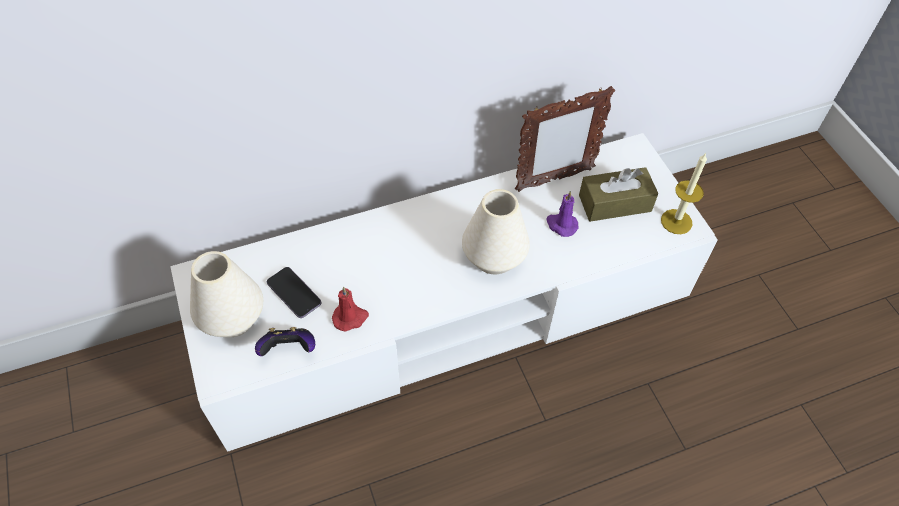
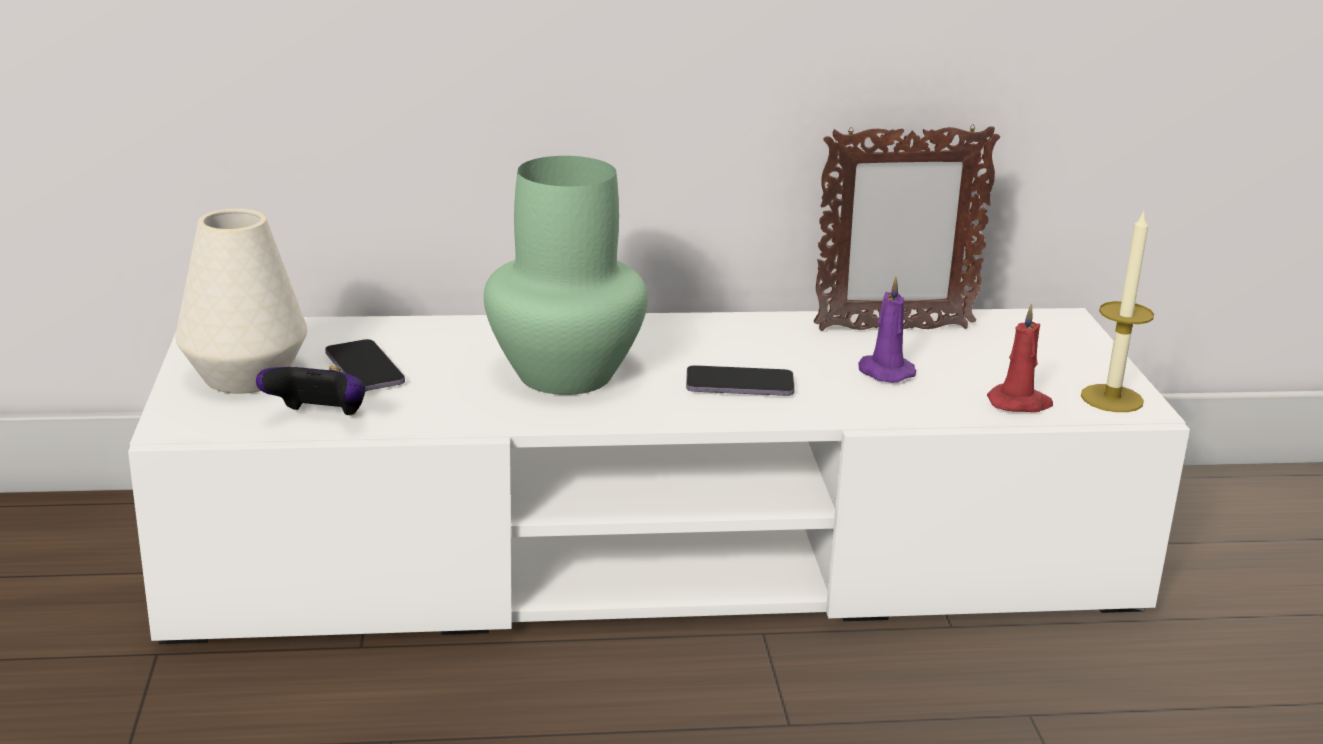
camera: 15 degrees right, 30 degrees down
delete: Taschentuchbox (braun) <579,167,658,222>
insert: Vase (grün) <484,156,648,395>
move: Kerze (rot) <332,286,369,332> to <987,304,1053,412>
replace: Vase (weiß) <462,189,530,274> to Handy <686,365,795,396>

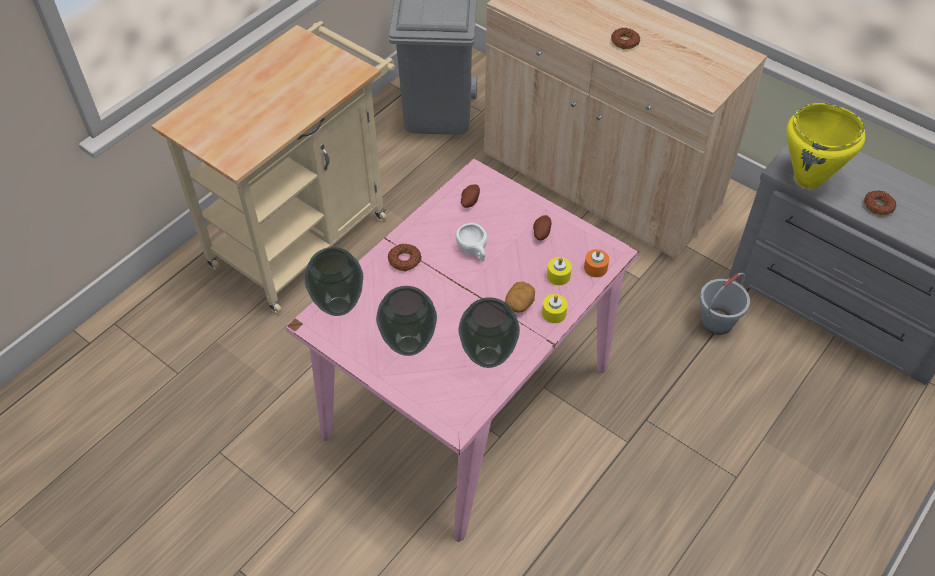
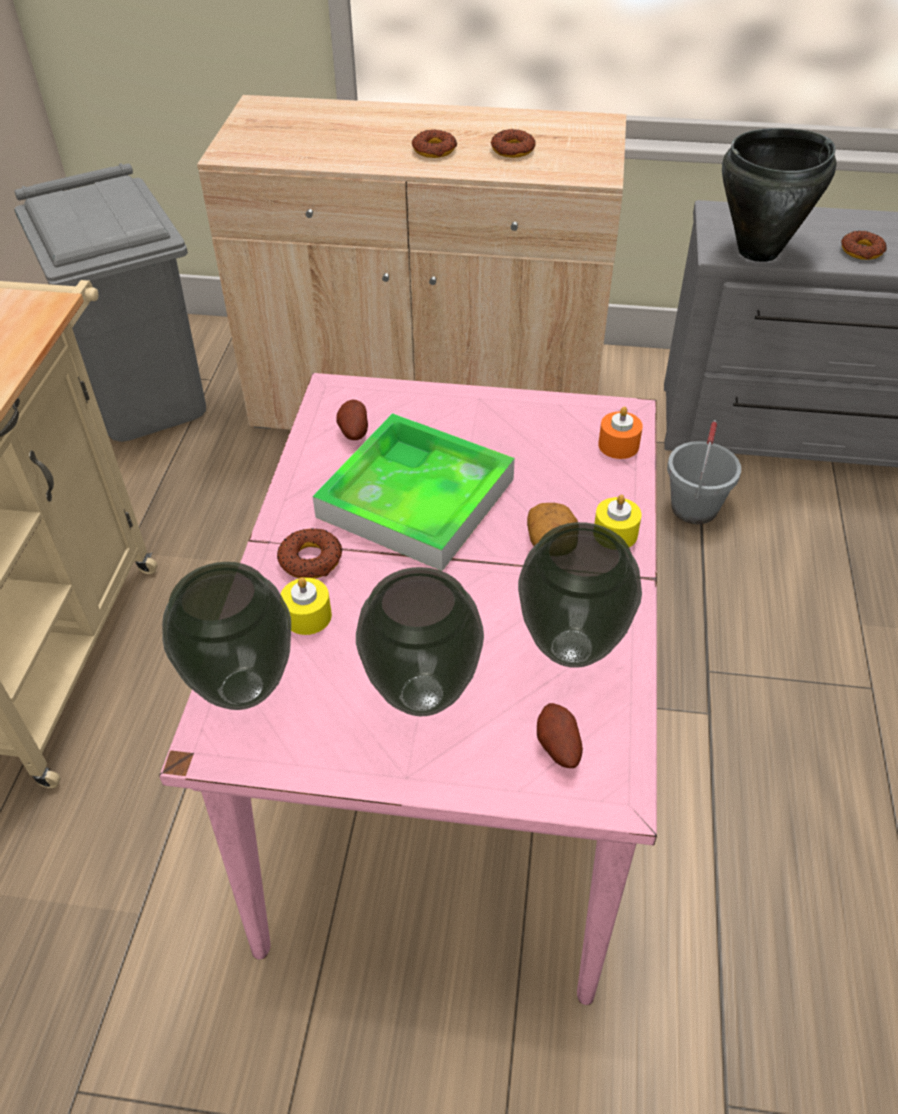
camera: 30 degrees left, 5 degrees down
insert: Donut <490,129,536,158>
move: Kerze (gelb) <547,257,572,285> to <281,577,332,635>; Kartoffel <533,215,552,240> to <537,703,583,768>
replace: Tasse (weiß) <456,223,488,261> to Tablett <312,413,515,571>
recolor: Kochtopf (gelb) <786,103,865,189> to Kochtopf (schwarz) <722,128,836,262>

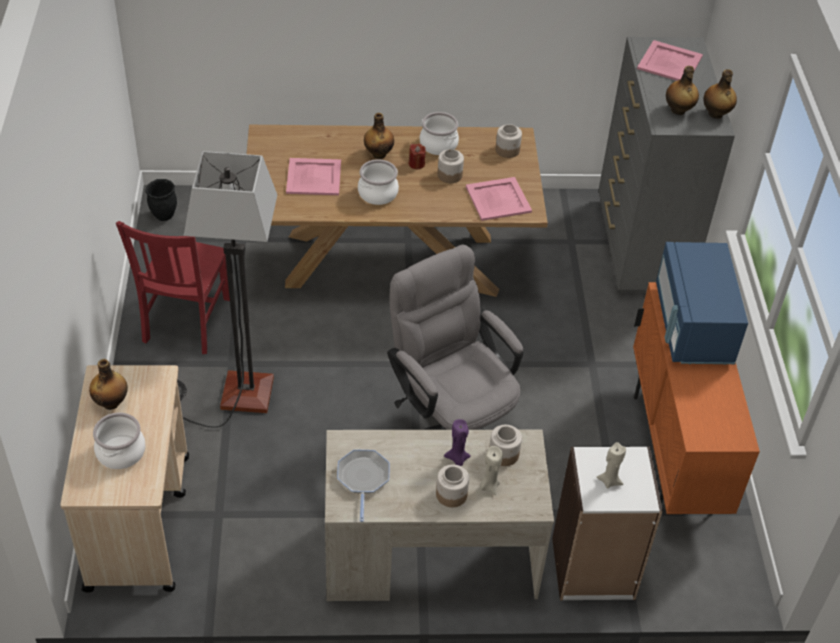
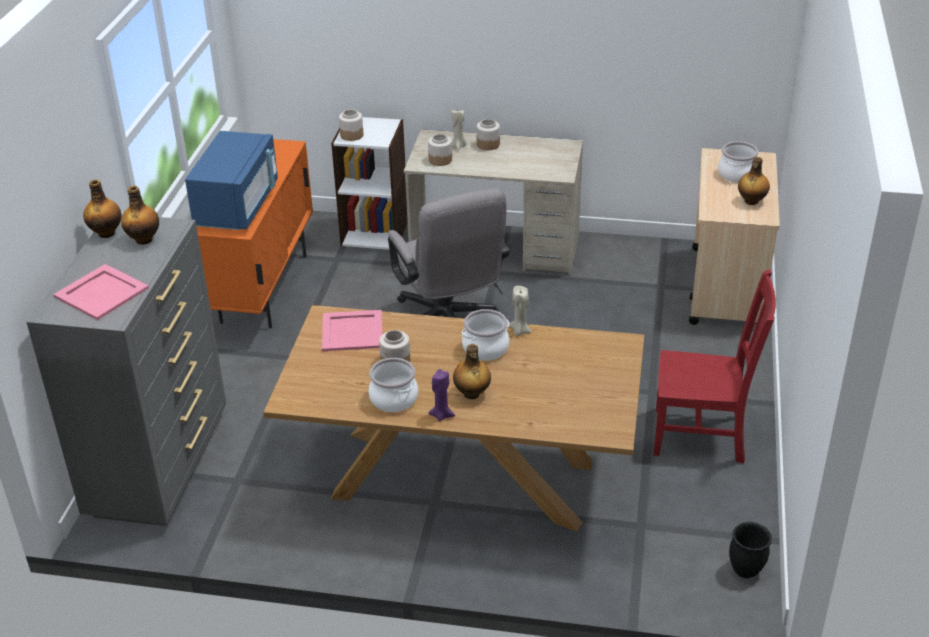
camera: 165 degrees left, 10 degrees down
delete: Stehlampe <177,151,277,428>; Tablett (rosa) <286,158,341,195>; Pfanne <337,450,390,522>; Kerze (rot) <409,143,426,169>
move: Vorratsglas <496,124,522,158> to <339,109,363,141>; Kerze (lila) <444,419,471,466> to <428,369,455,422>; Kerze (beige) <596,442,626,489> to <509,286,532,336>
rotate: Stuhl (rot) <116,221,230,354> = <654,270,776,464> 75 degrees clockwise

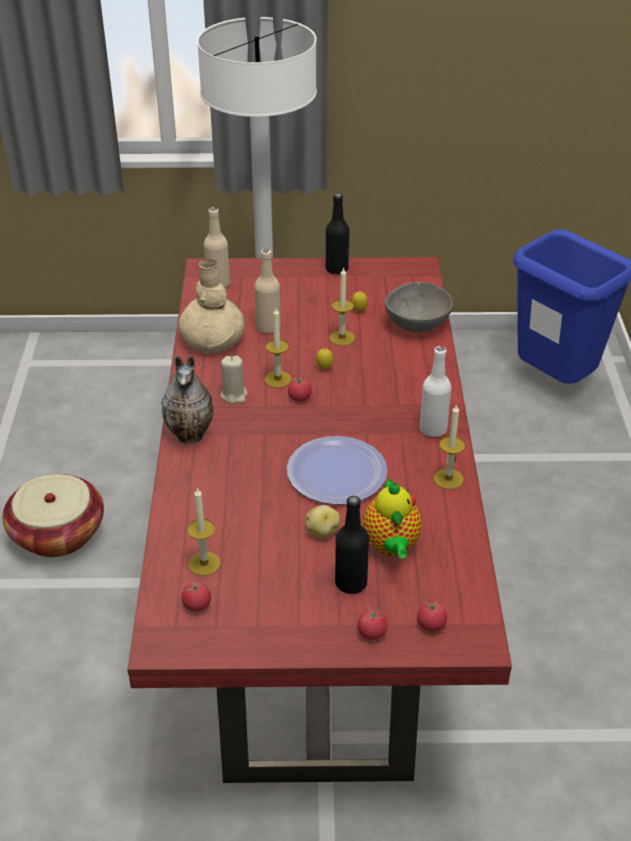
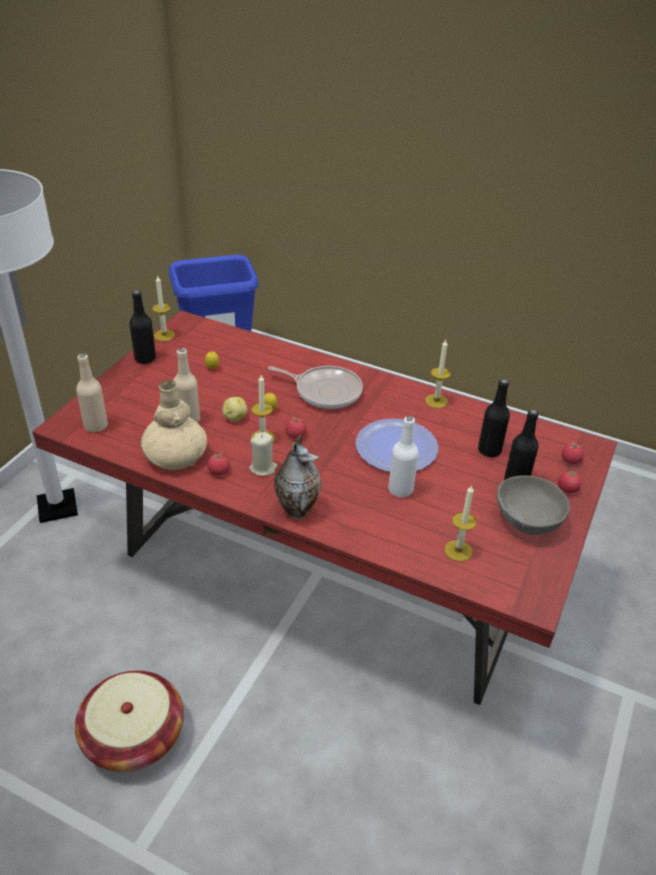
camera: 65 degrees left, 0 degrees up
insert: Pfanne <268,366,363,409>
move: Kerze <329,267,355,346> to <152,276,175,341>; Tomate <181,581,211,612> to <207,451,230,475>; Kartoffel <305,505,340,537> to <223,397,247,422>; Flasche (weiß) <420,346,451,437> to <388,416,419,498>; Schüssel (grau) <384,282,453,332> to <497,475,570,535>
replace: Teekanne <363,477,422,558> to Flasche (schwarz) <478,379,510,457>

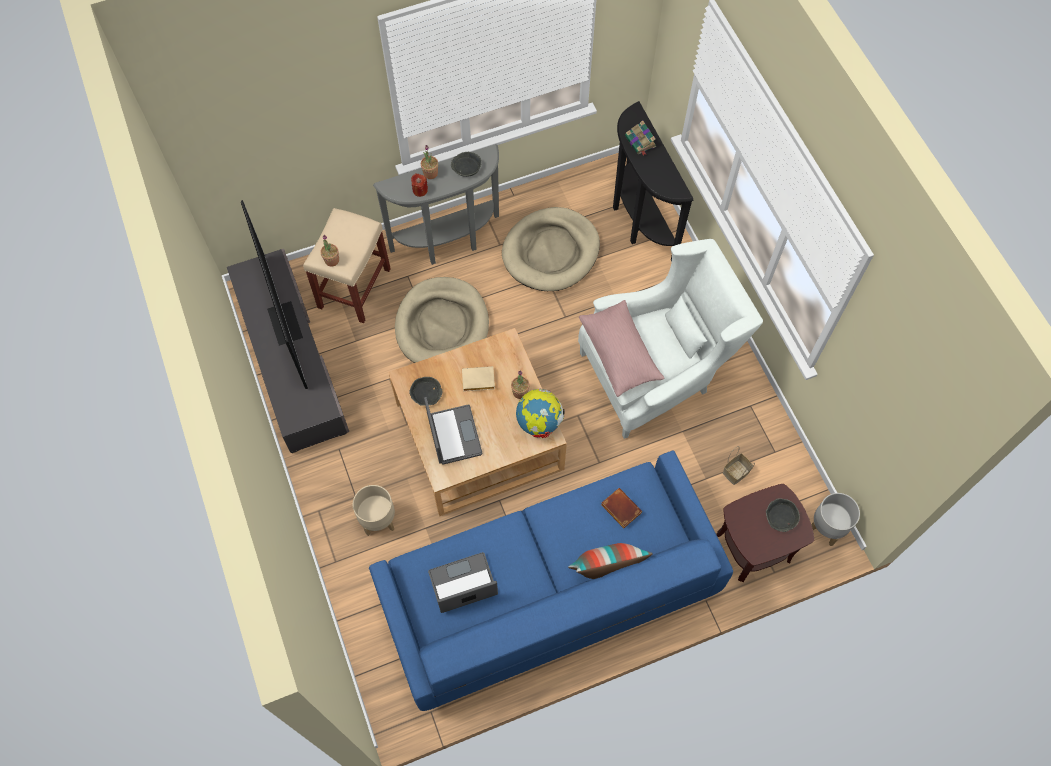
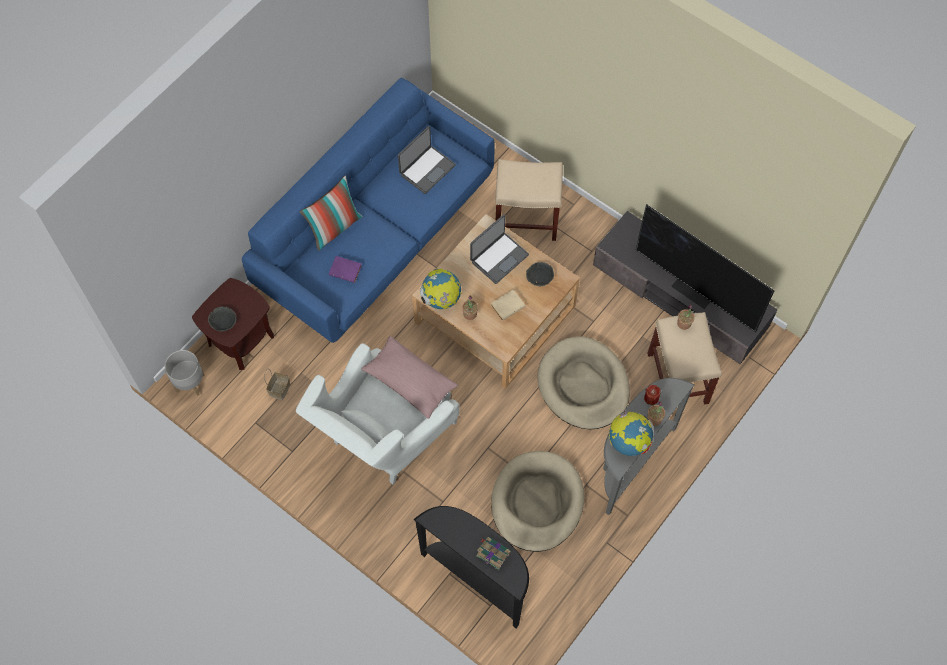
camera: 150 degrees right, 0 degrees up
replace: Pflanzkübel (beige) <353,485,395,536> to Hocker (beige) <495,159,563,241>; Schüssel (grau) <451,152,481,177> to Globus <609,411,653,456>
recolor: Buch (braun) <601,488,642,528> to Buch (lila) <329,256,362,283>
rotate: Laptop <424,397,482,465> = <470,214,529,284> 90 degrees counterclockwise

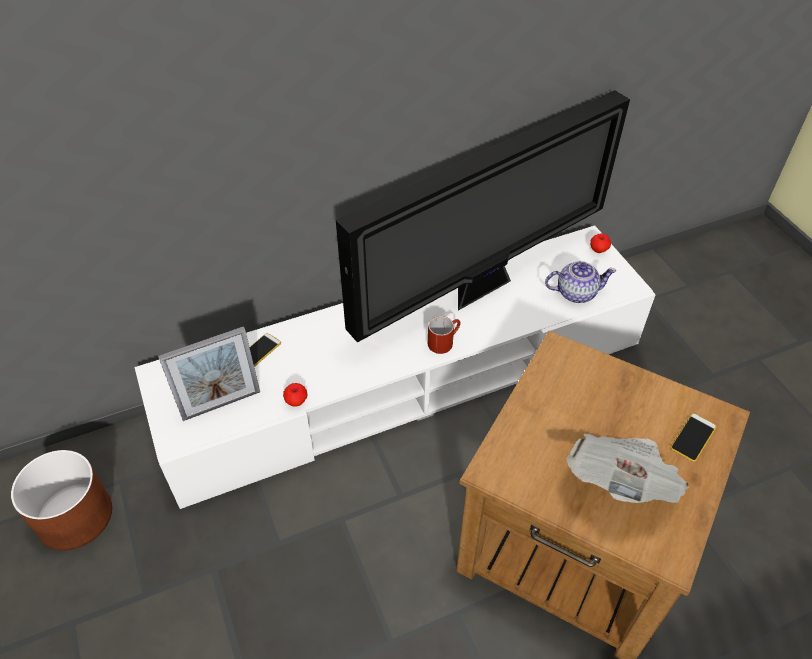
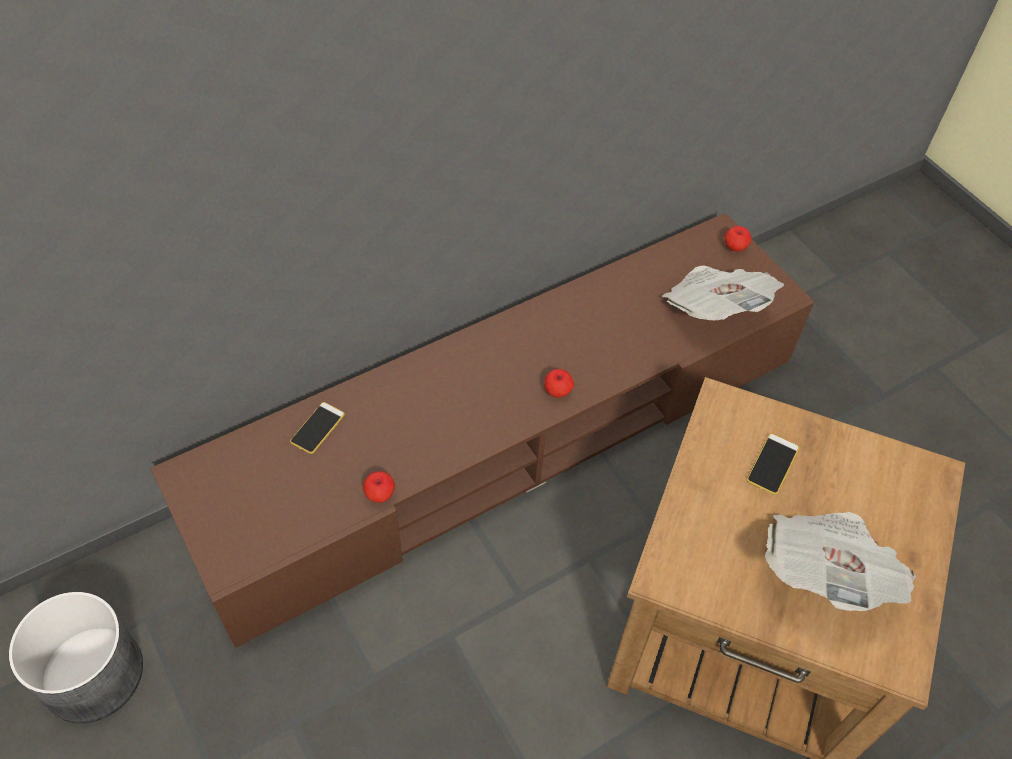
camera: 10 degrees left, 5 degrees up
delete: Bilderrahmen <158,326,260,421>; Fernseher <336,90,630,343>
move: Handy <670,413,716,462> to <746,434,799,495>
replace: Henkelbecher (rot) <428,316,461,354> to Apfel <544,369,574,398>; Teekanne <545,261,616,303> to Zeitung <662,265,784,320>
recolor: Pflanzkübel (braun) <11,450,112,550> to Pflanzkübel (grau) <9,592,143,723>; Fernsehschrank (weiß) <134,226,656,509> to Fernsehschrank (braun) <150,213,814,648>

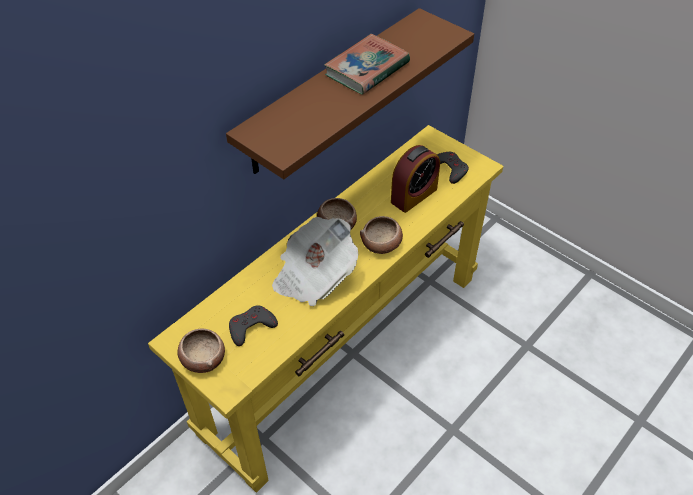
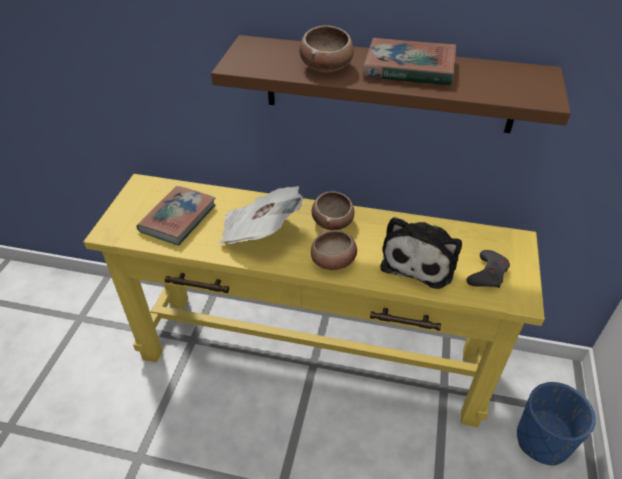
camera: 60 degrees right, 5 degrees down
insert: Pflanzkübel (blau) <517,382,596,466>
move: Schüssel <177,328,225,373> to <299,25,354,72>
replace: Gamepad (grau) <229,305,278,346> to Buch <137,186,215,245>; Wecker <391,145,440,213> to Plüschtier <380,217,462,289>

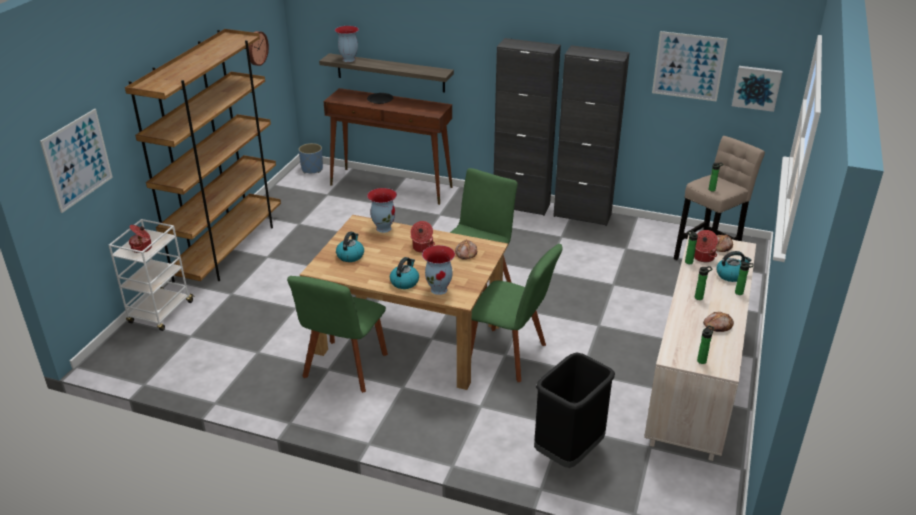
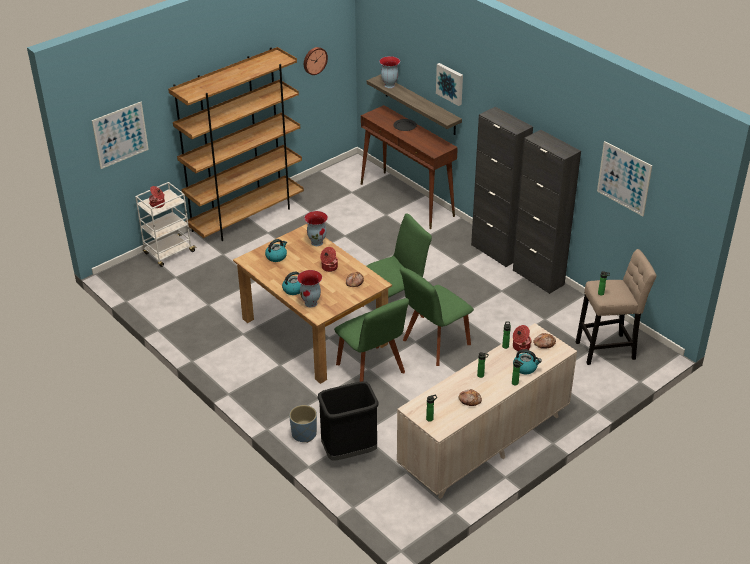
camera: 30 degrees right, 5 degrees up
move: Pflanzkübel (blau) <298,143,323,173> to <289,405,317,443>; Stuhl (grün) <287,276,388,393> to <400,267,474,366>; Bild <732,66,783,112> to <436,63,463,106>

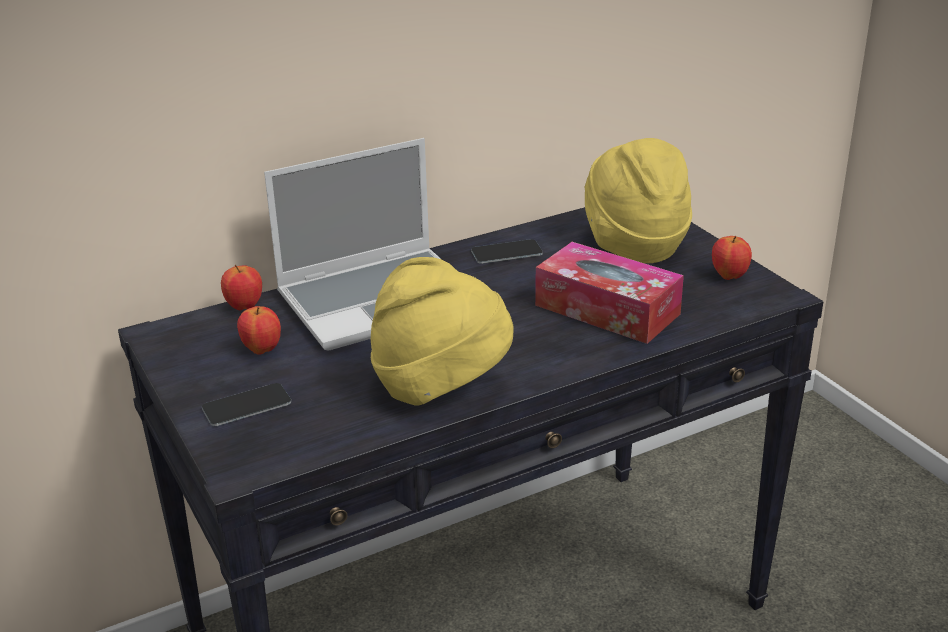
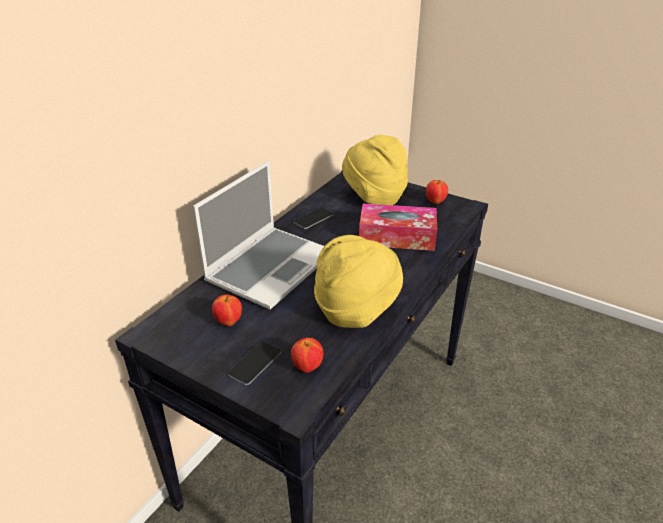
camera: 30 degrees left, 5 degrees up
move: Apfel <221,265,262,310> to <291,338,323,373>

